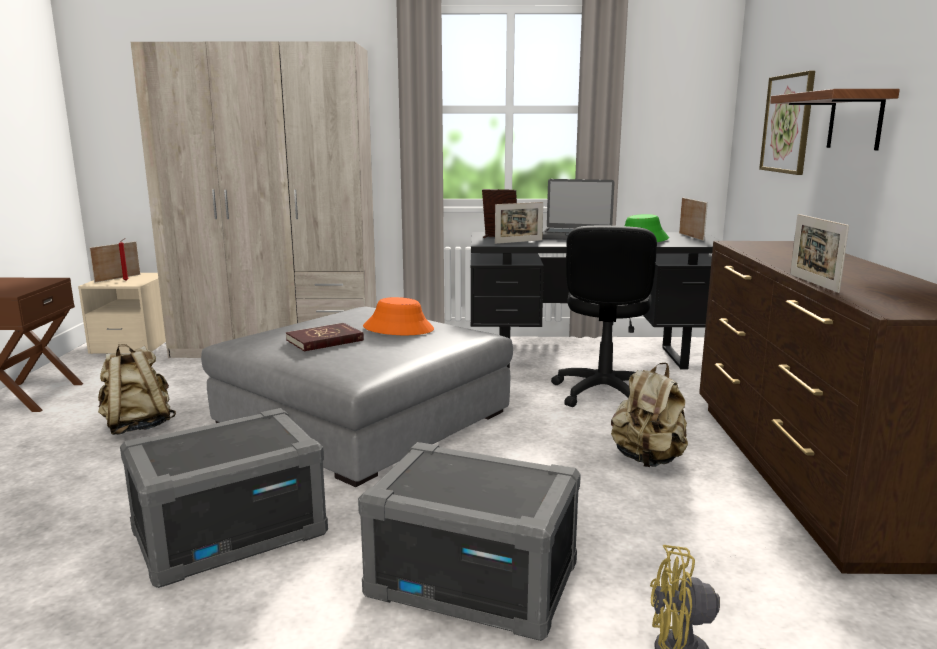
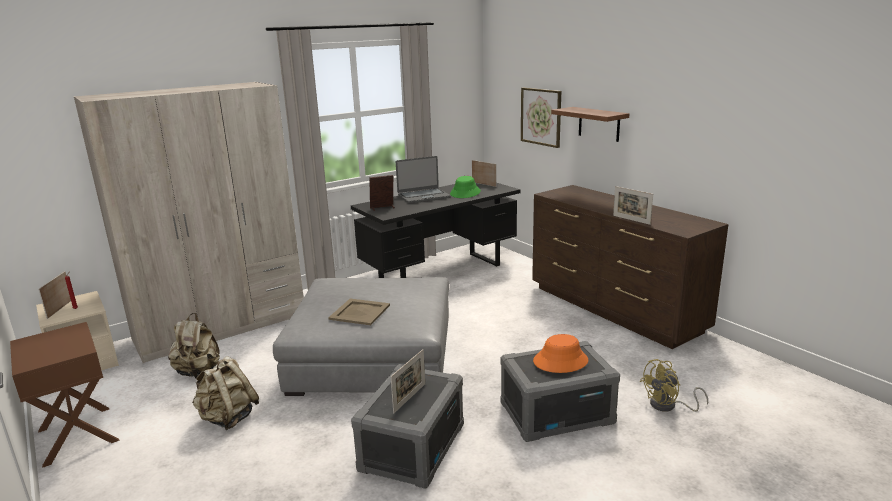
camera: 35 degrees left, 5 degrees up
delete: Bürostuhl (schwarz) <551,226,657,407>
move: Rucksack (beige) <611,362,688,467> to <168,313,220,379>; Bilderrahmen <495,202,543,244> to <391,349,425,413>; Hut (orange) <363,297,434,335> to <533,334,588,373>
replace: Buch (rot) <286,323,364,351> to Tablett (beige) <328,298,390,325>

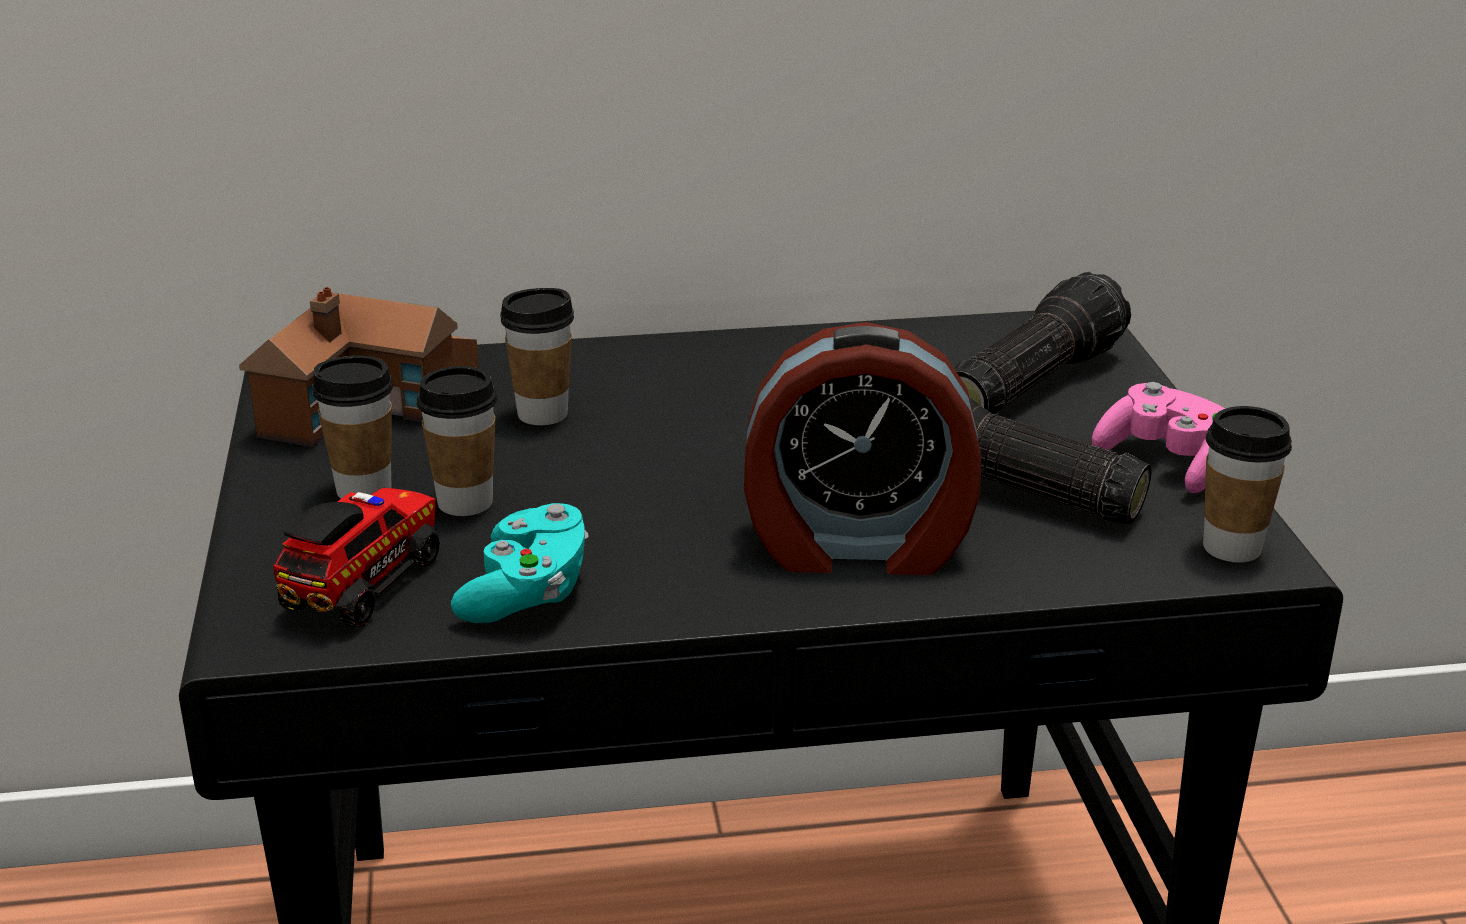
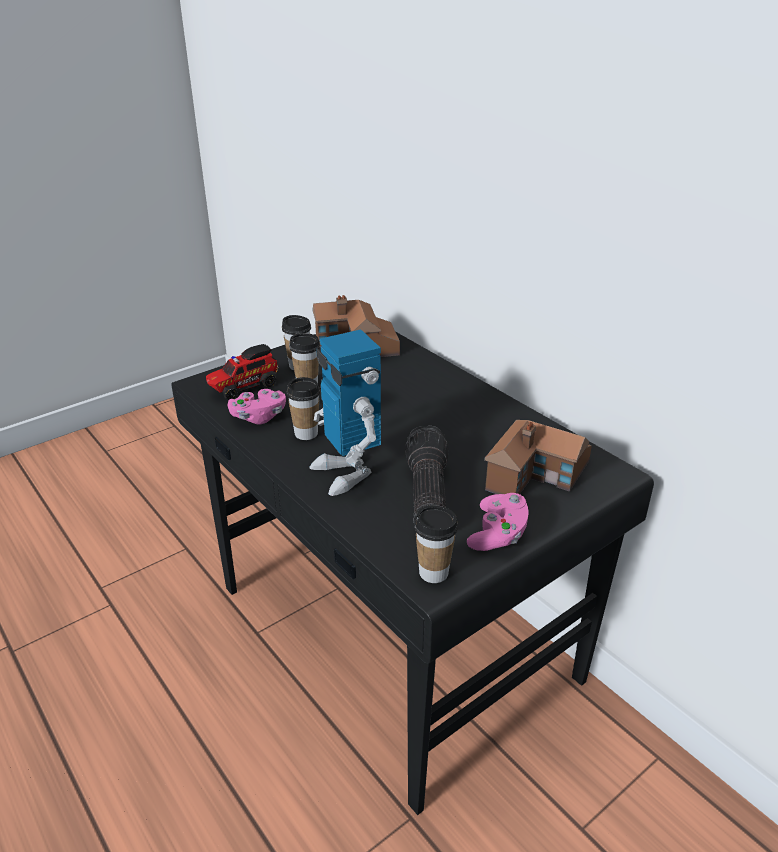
camera: 60 degrees right, 5 degrees up
move: Tasse <500,288,574,426> to <286,377,320,440>
replace: Wecker <744,322,981,575> to Spielzeugroboter <310,329,381,496>; Taschenlampe <954,272,1131,415> to Spielzeughaus <484,420,592,494>
recolor: Gamepad (türkis) <451,503,588,623> to Gamepad (rosa) <228,389,286,424>
rotate: Spielzeuglaster <273,488,440,628> = <206,344,278,400> 150 degrees clockwise

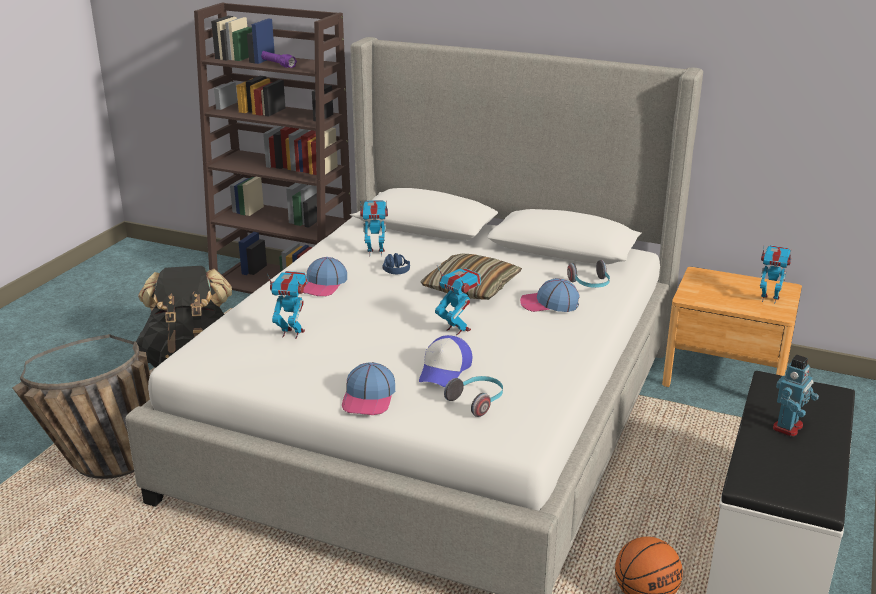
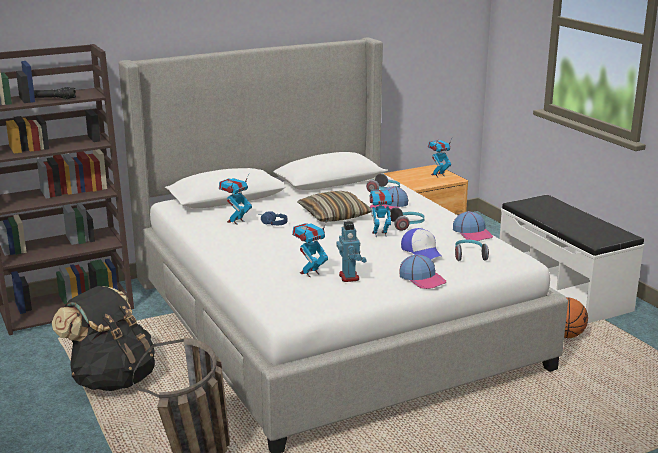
camera: 50 degrees left, 5 degrees down
insert: Kopfhörer <390,207,425,231>
move: Spielzeugroboter <773,355,819,437> to <336,221,367,282>; Kappe <303,257,347,296> to <453,211,493,241>
recolor: Taschenlampe (lila) <261,51,297,68> to Taschenlampe (schwarz) <34,87,76,99>

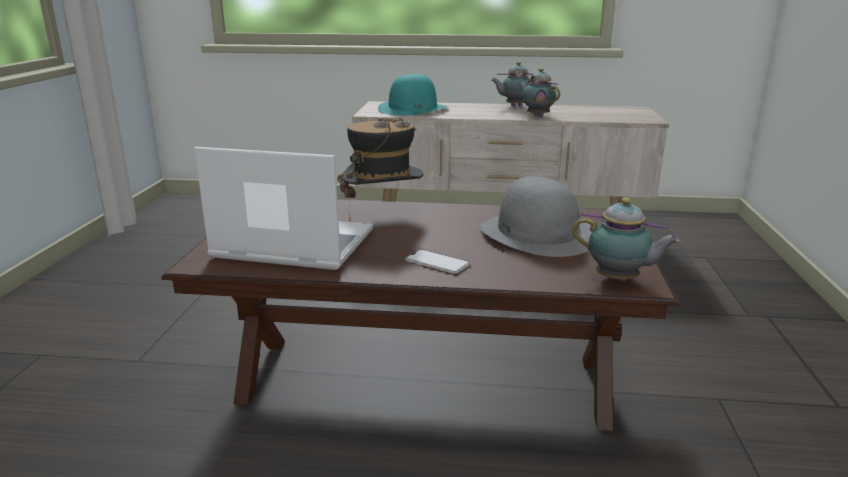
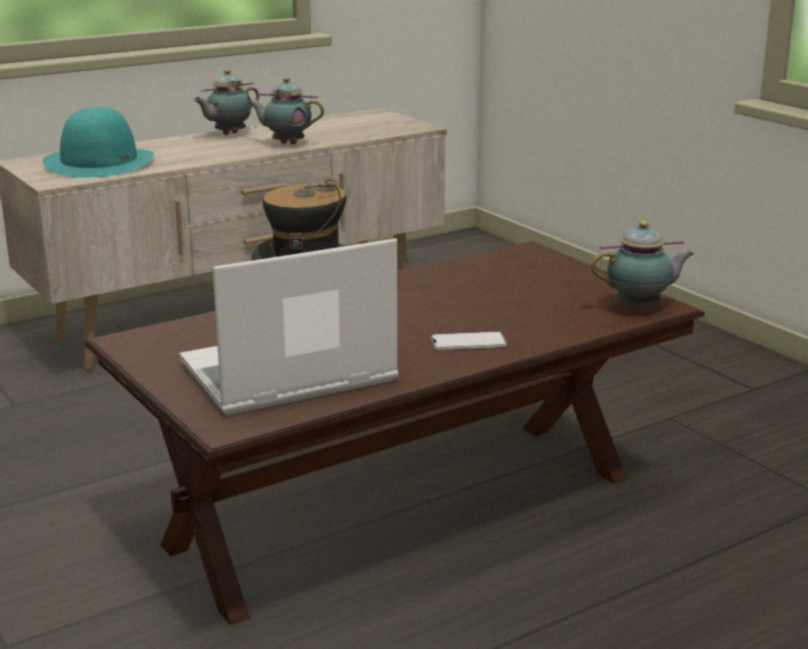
camera: 40 degrees left, 0 degrees up
delete: Hut (grau) <480,177,592,257>

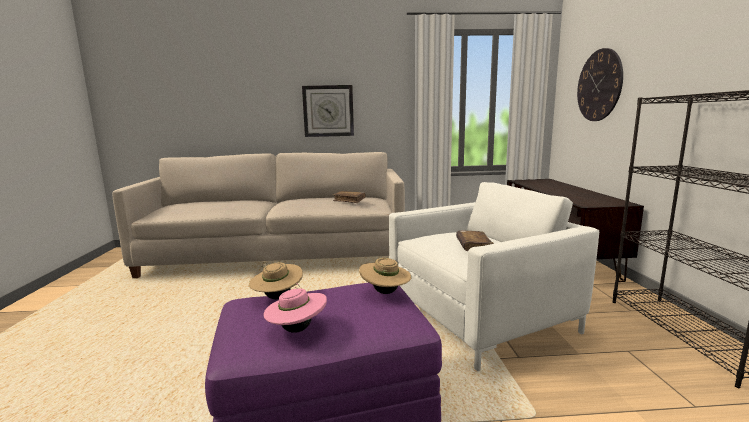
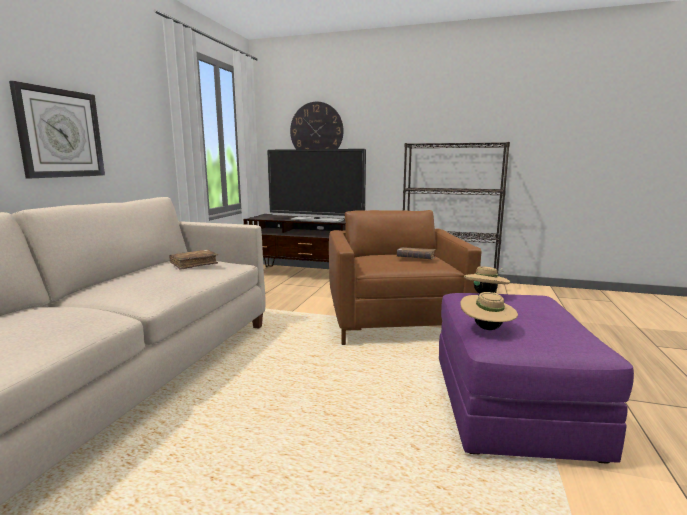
camera: 70 degrees left, 0 degrees up
delete: Hut (rosa) <263,284,327,333>
insert: Fernseher <267,149,366,223>
recolor: Sessel (weiß) <389,182,599,371> to Sessel (braun) <329,210,481,345>

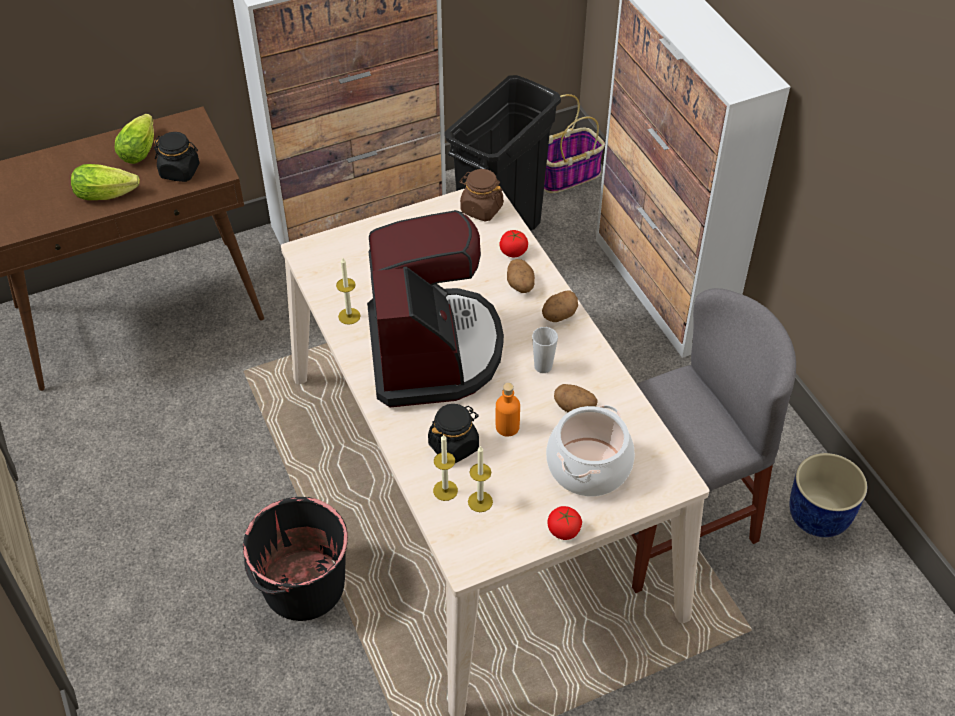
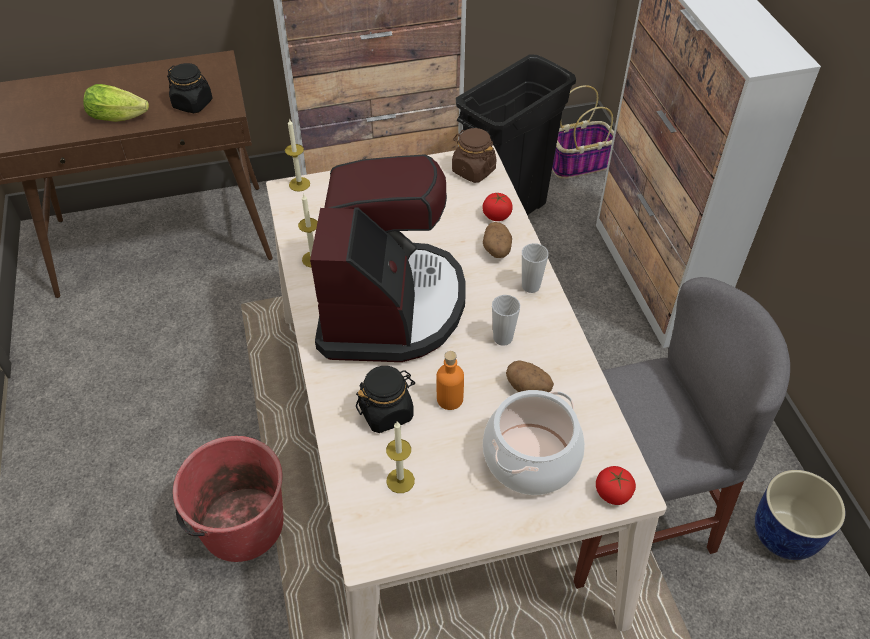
camera: 10 degrees right, 0 degrees up
delete: Salatkopf <115,114,154,164>
move: Kerze <433,434,458,501> to <285,118,310,191>; Tomate <547,506,582,540> to <596,466,636,505>
replace: Kartoffel <542,290,578,322> to Tasse <522,243,549,293>
recolor: Eimer (schwarz) <243,497,348,621> to Eimer (rot) <173,436,283,562>

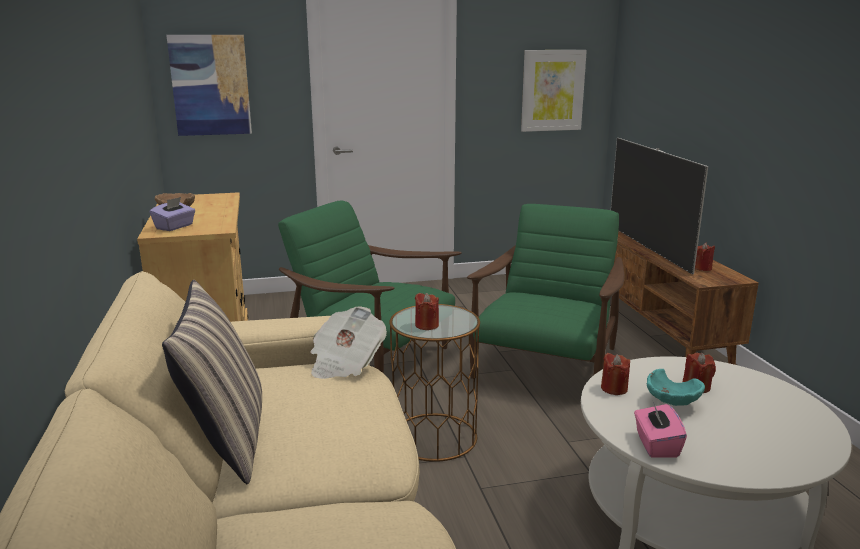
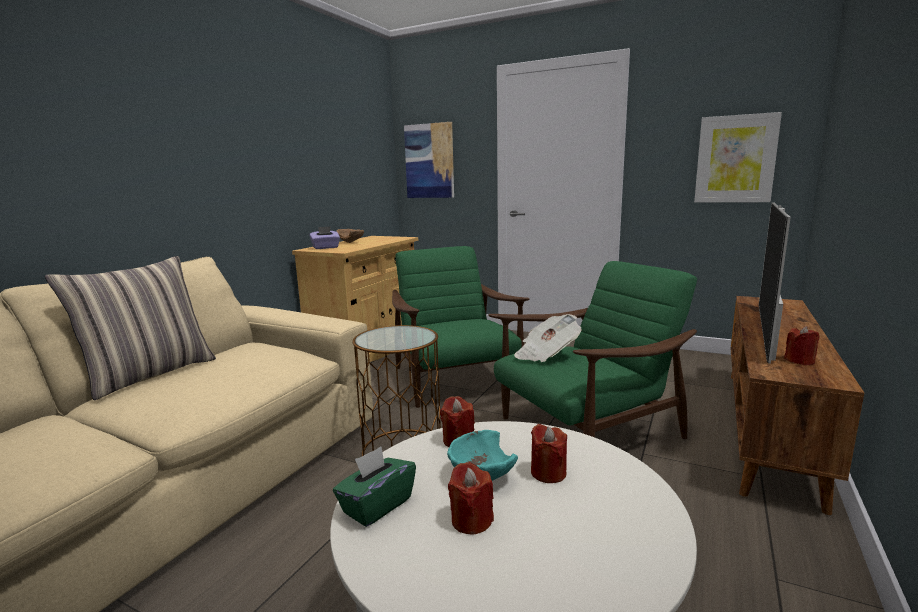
camera: 40 degrees right, 5 degrees down
move: Kerze (rot) <415,293,439,330> to <448,462,494,535>; Zeitung <310,306,387,379> to <514,314,581,362>
recolor: Taschentuchbox (rosa) <634,402,687,458> to Taschentuchbox (grün) <333,446,416,527>

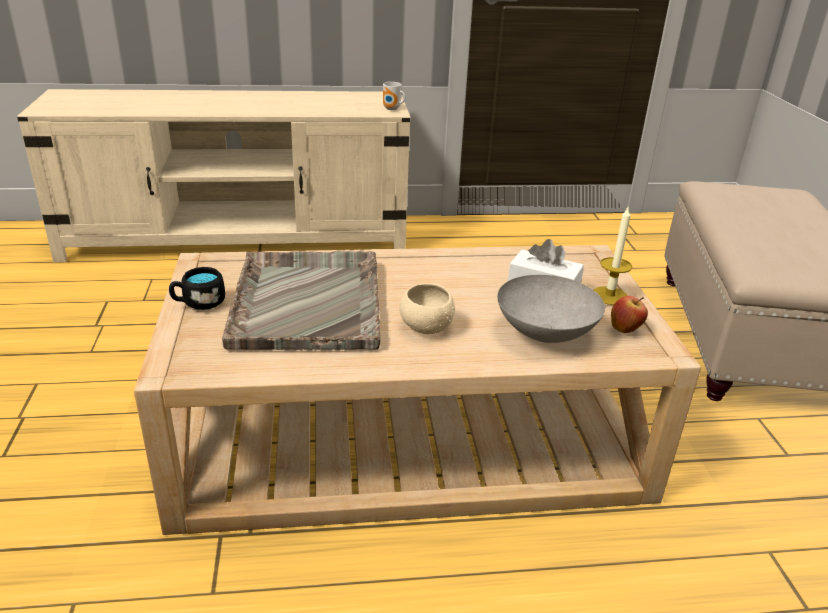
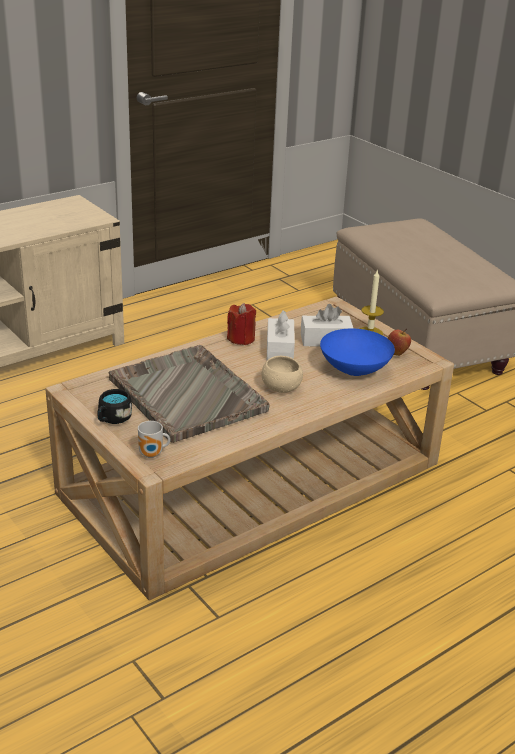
camera: 30 degrees left, 0 degrees up
insert: Kerze (rot) <227,303,256,345>; Taschentuchbox (weiß) <267,311,295,360>
move: Henkelbecher <383,82,405,110> to <138,421,170,458>
recolor: Schüssel (grau) <497,275,605,343> to Schüssel (blau) <320,328,395,376>

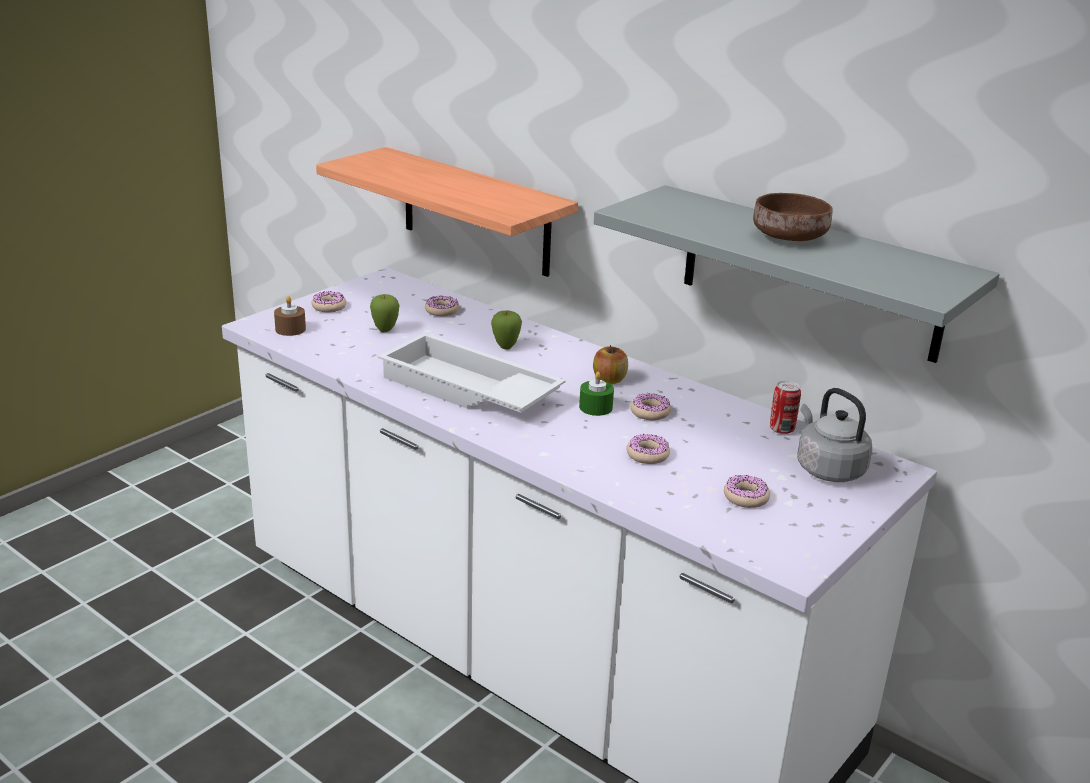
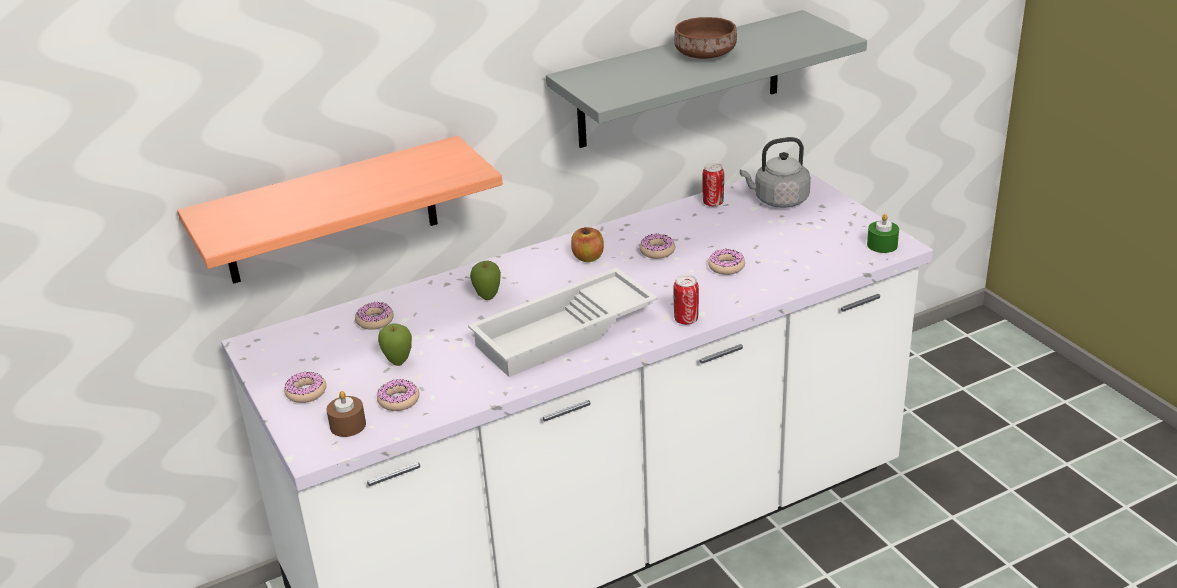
camera: 65 degrees left, 5 degrees up
insert: Dose <673,275,699,325>
move: Donut <724,475,770,508> to <377,379,420,411>; Kerze (grün) <579,371,614,416> to <867,214,899,253>

